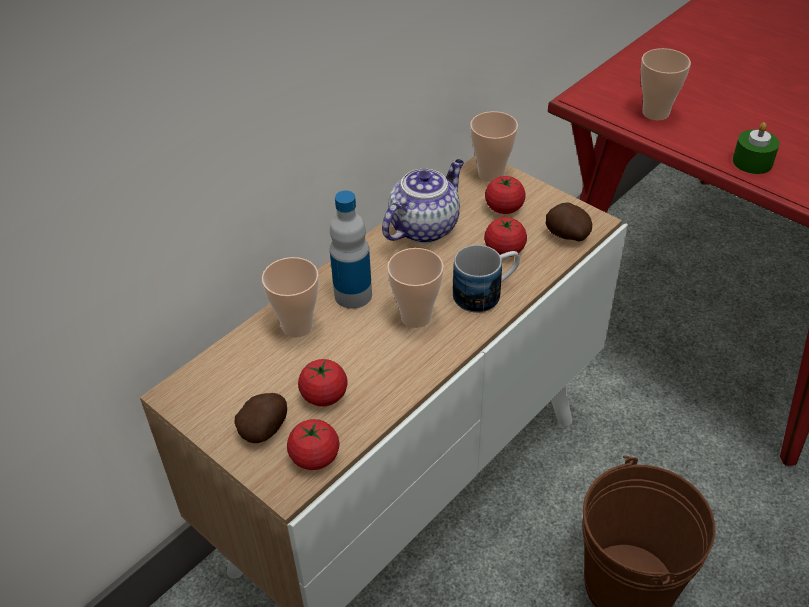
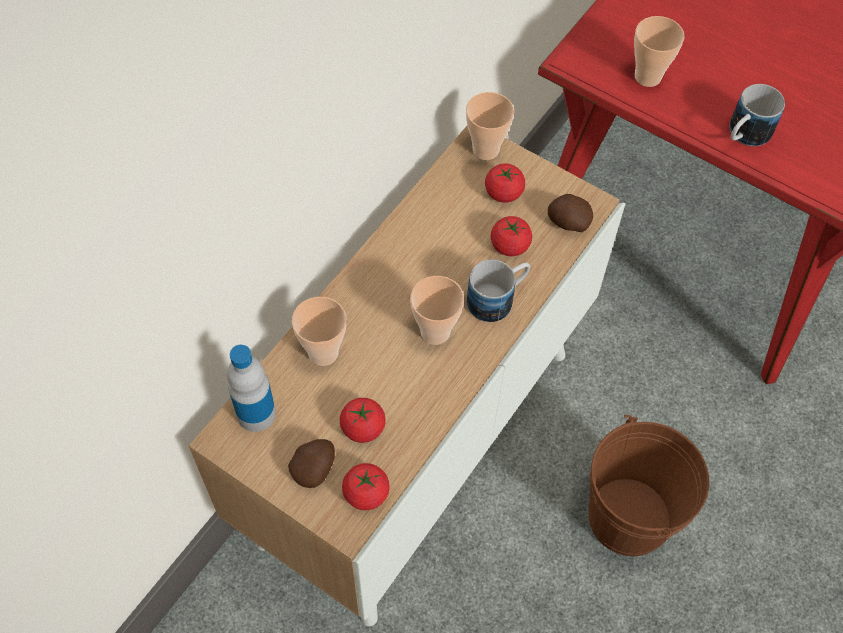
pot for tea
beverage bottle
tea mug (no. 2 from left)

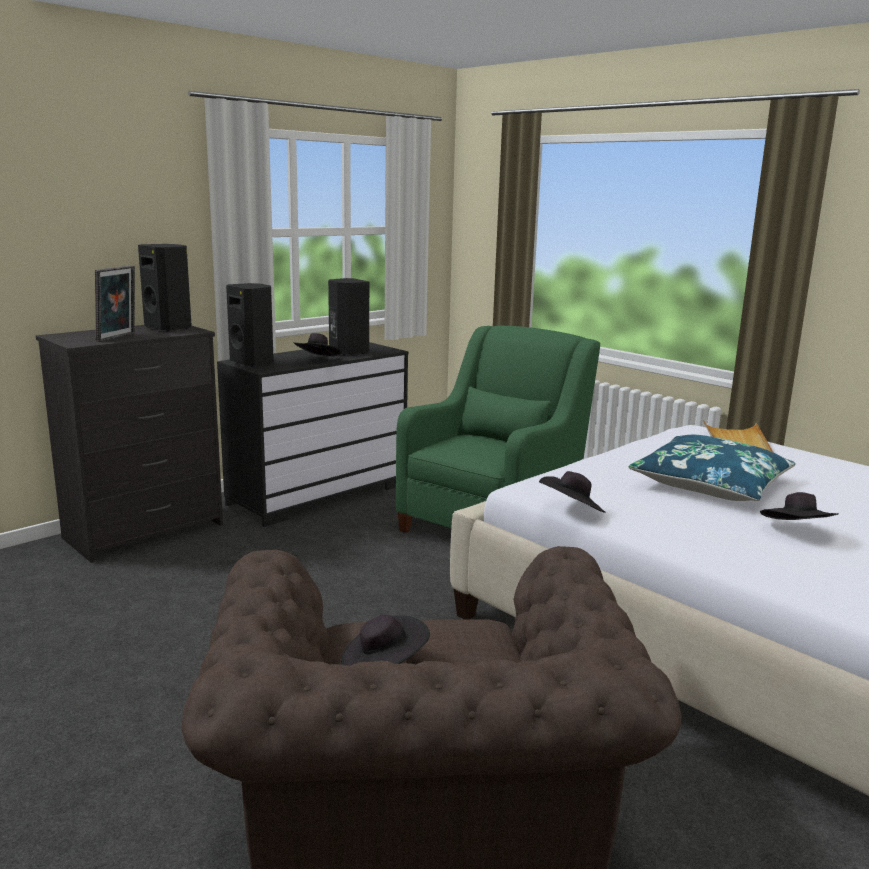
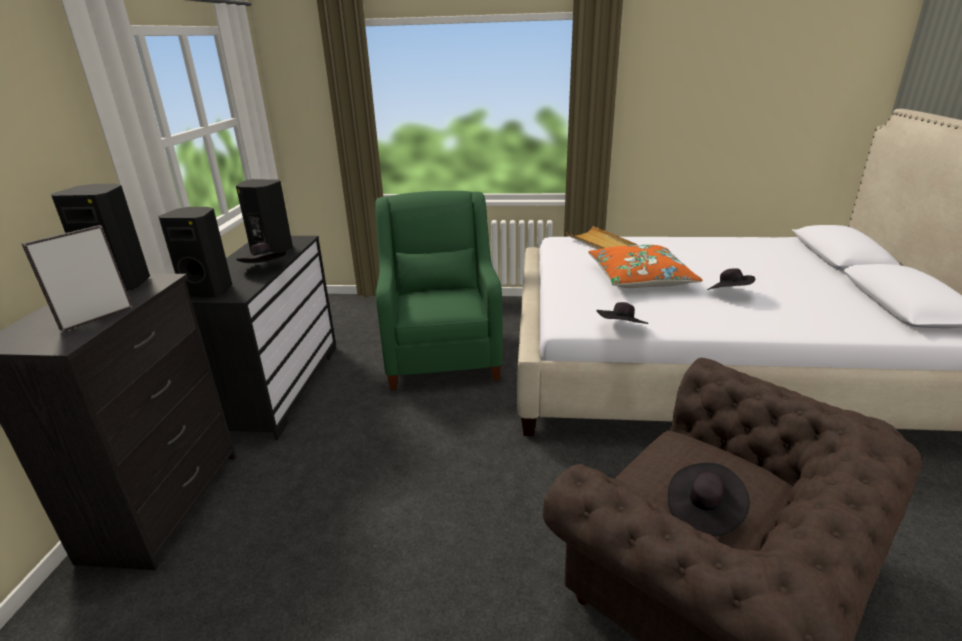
orangey cushion
picture frame

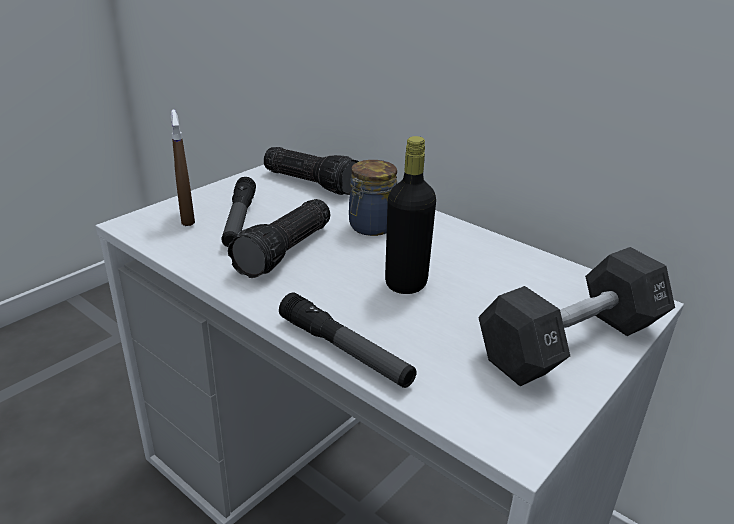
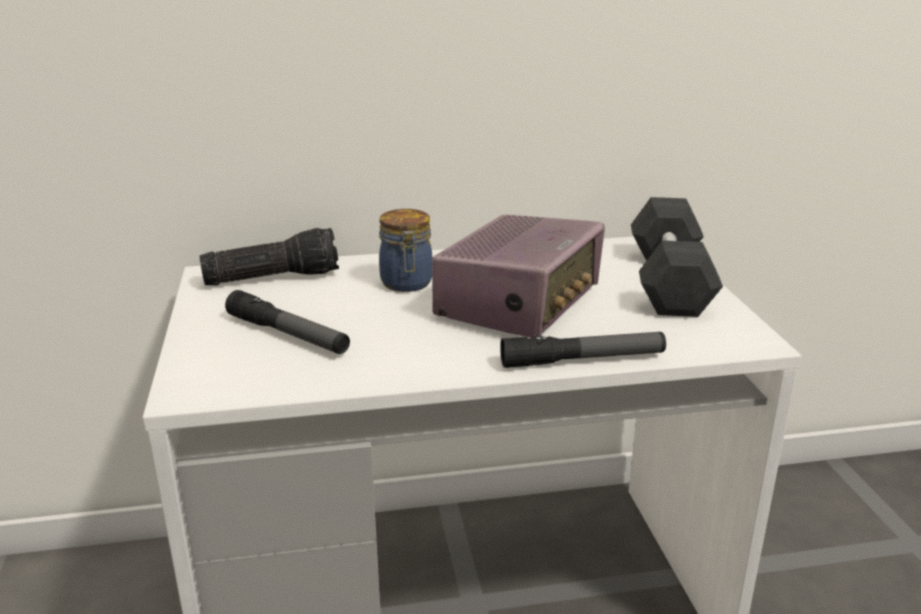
brown spray bottle
flashlight (no. 2 from left in the first image)
radio receiver

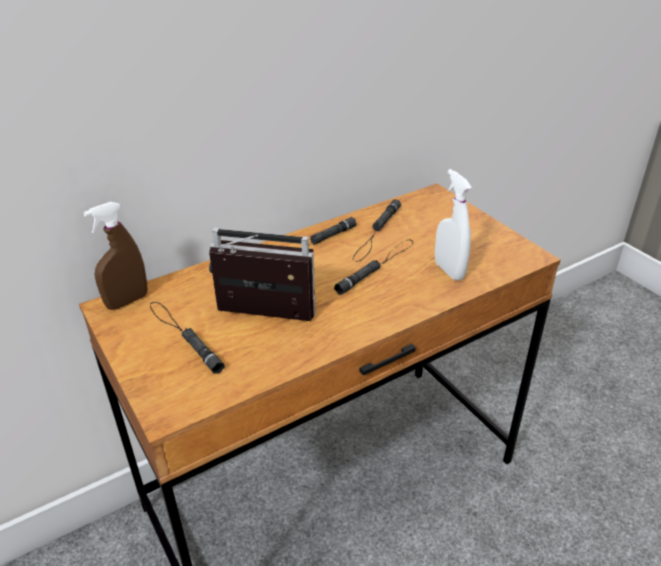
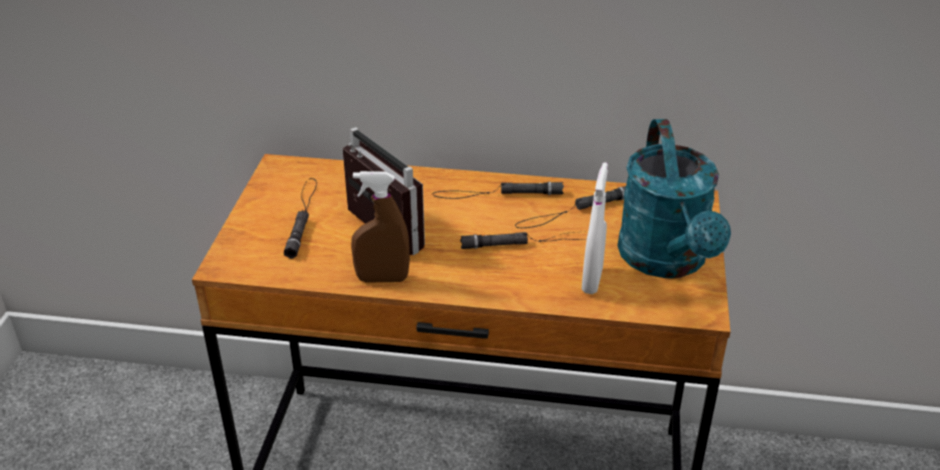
turquoise sprinkling can
brown spray bottle

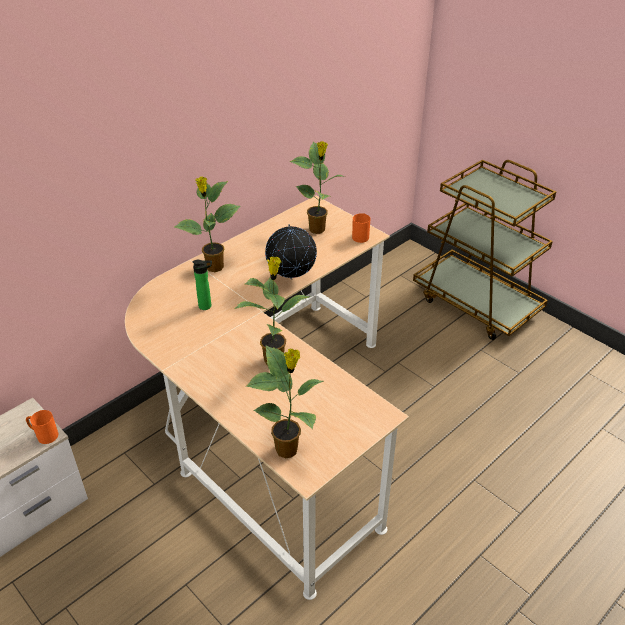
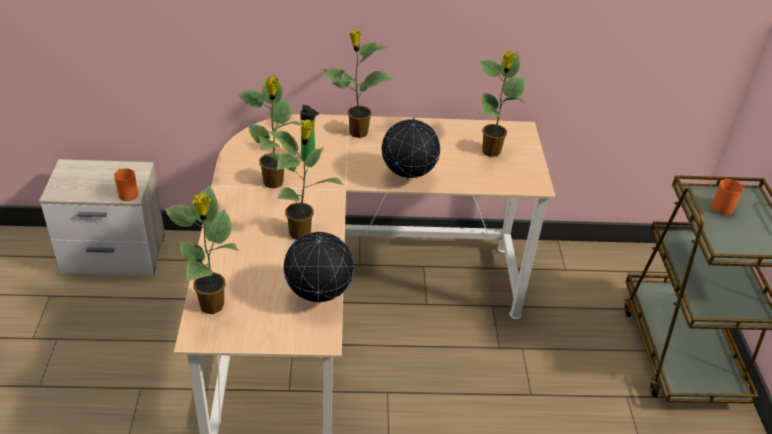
houseplant (no. 2 from left)
globe (no. 1 from left)
orangey tea mug (no. 2 from left)

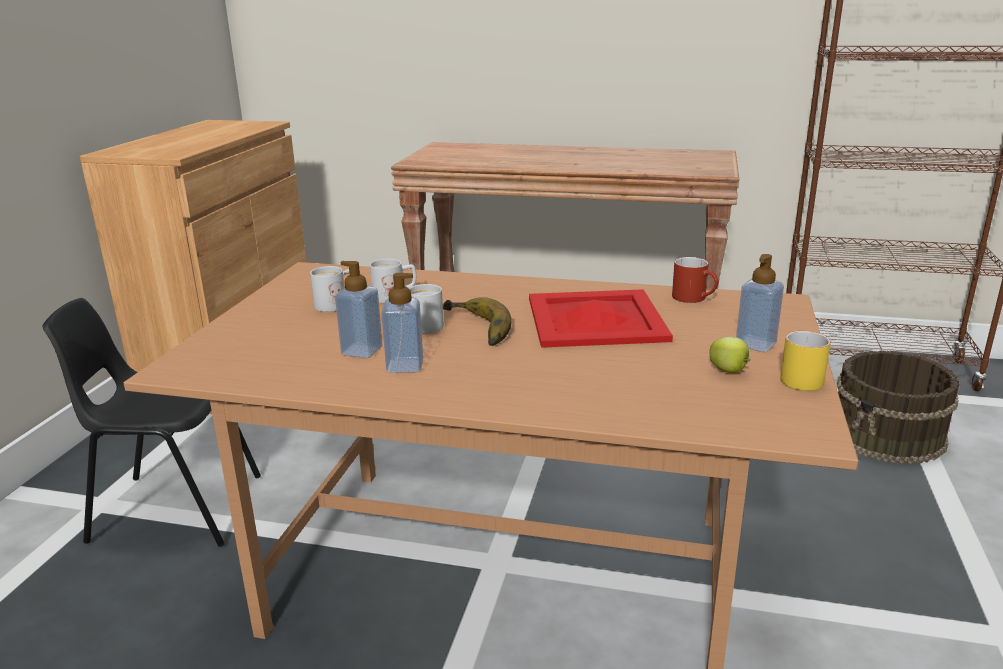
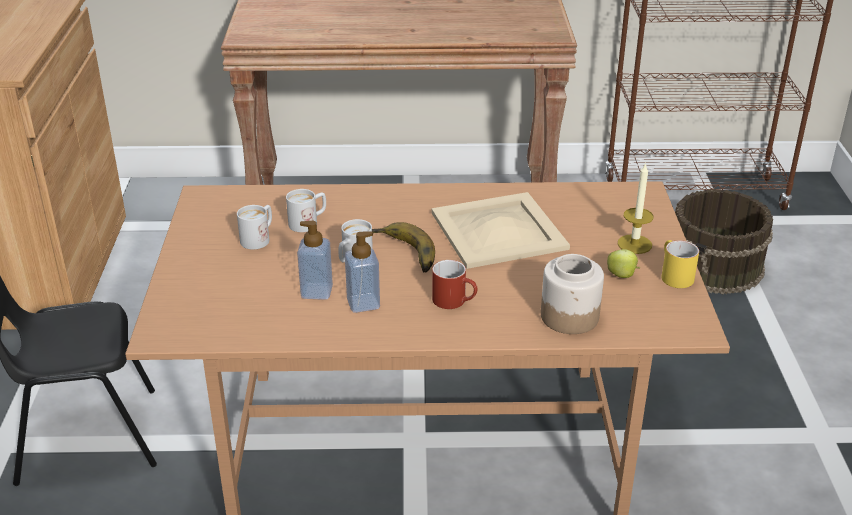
storage jar
red tea mug
wax candle
sand-coloured carrying tray

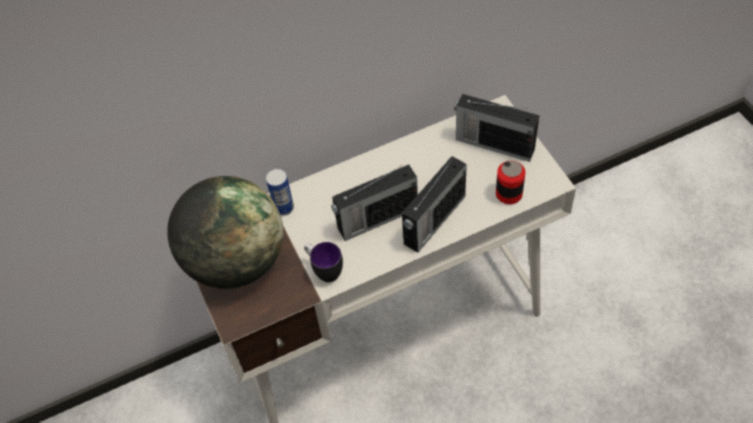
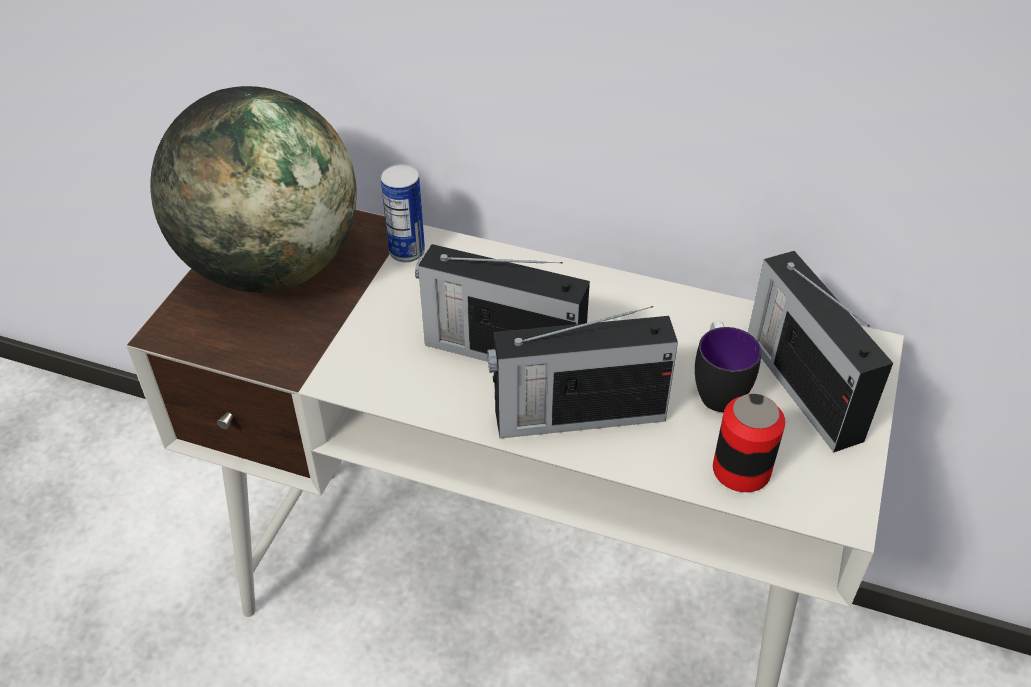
tea mug

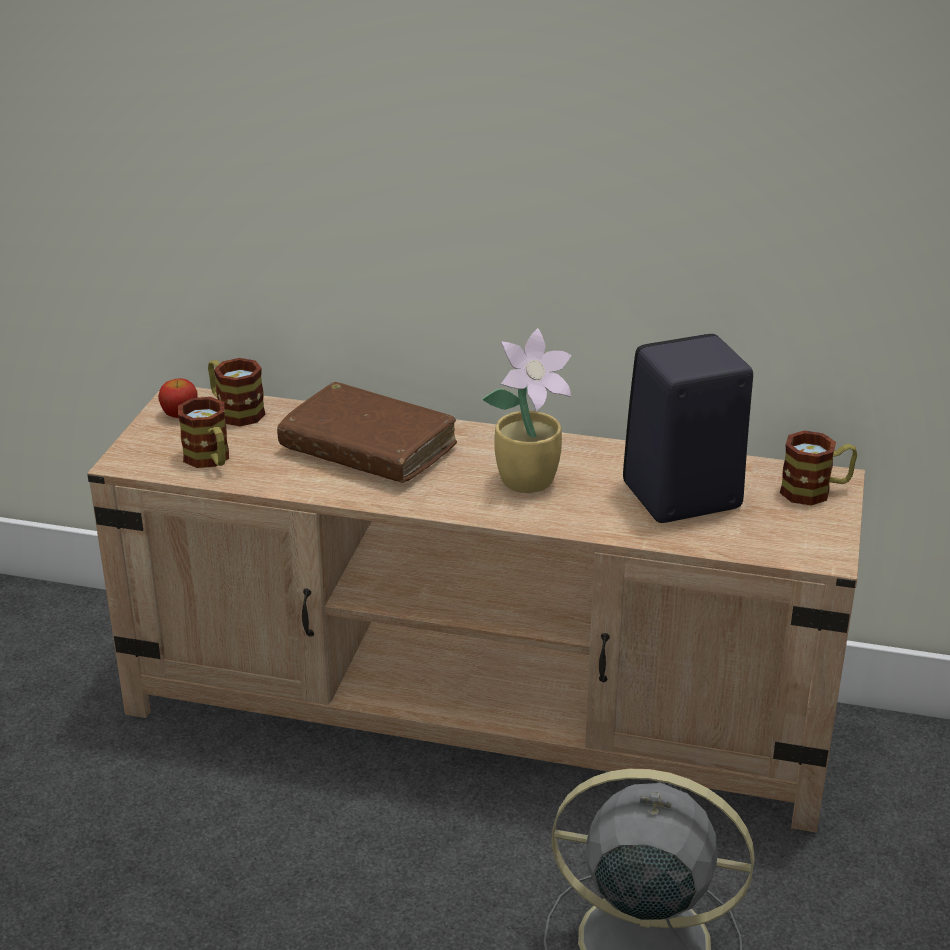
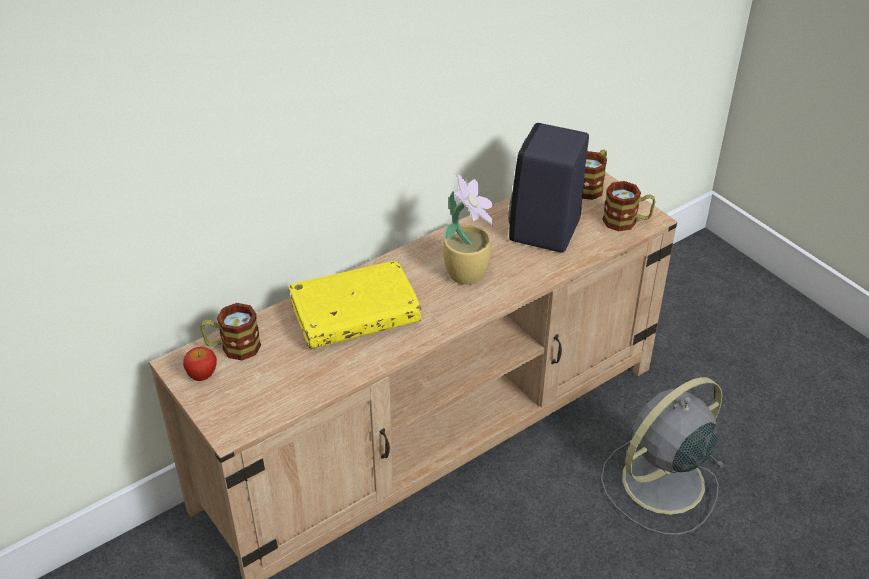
tea mug (no. 3 from left)
yellowish bound book

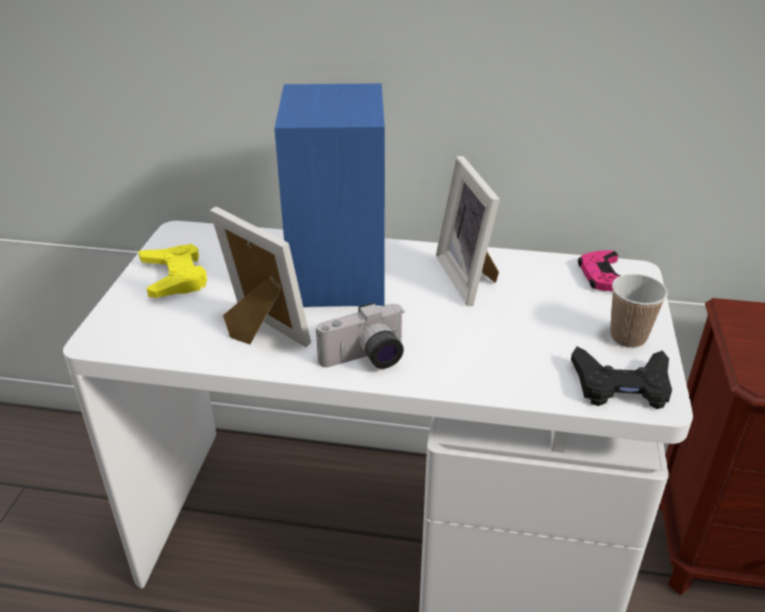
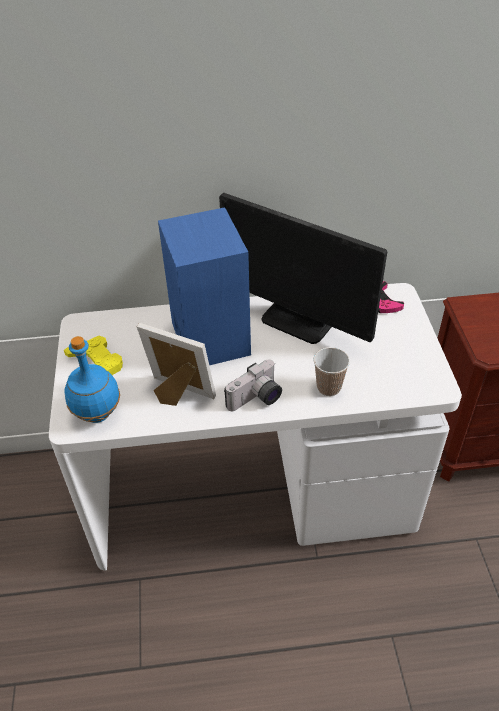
black game controller
blue-coloured beverage bottle
drinking cup
monitor

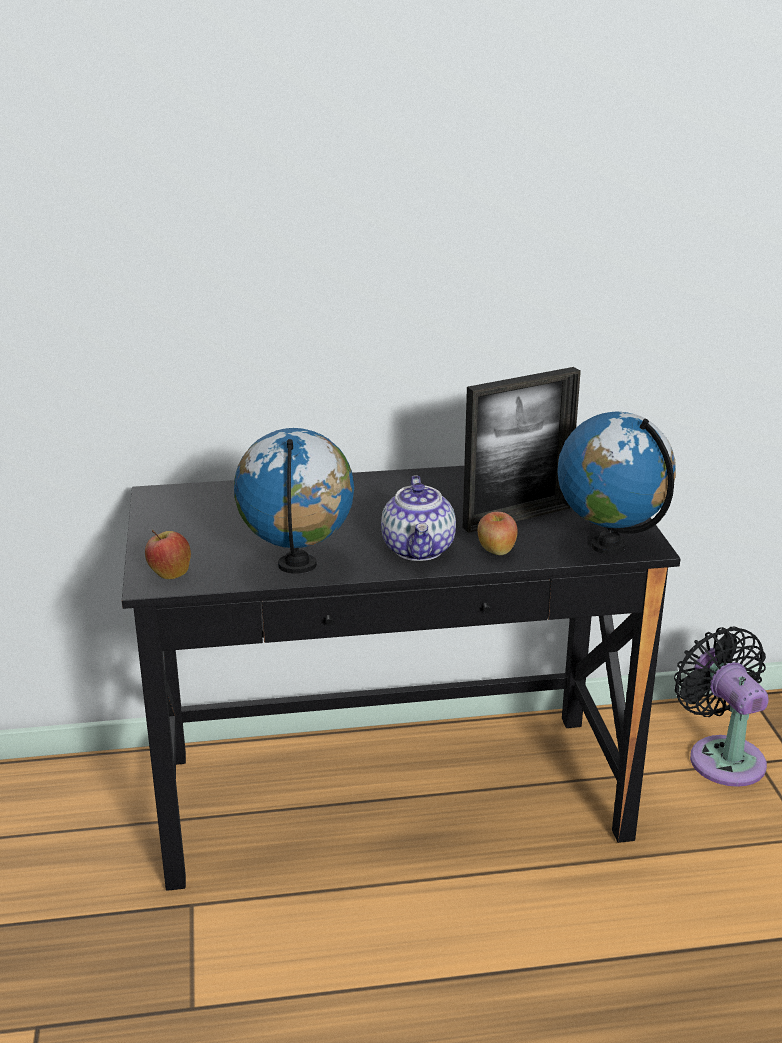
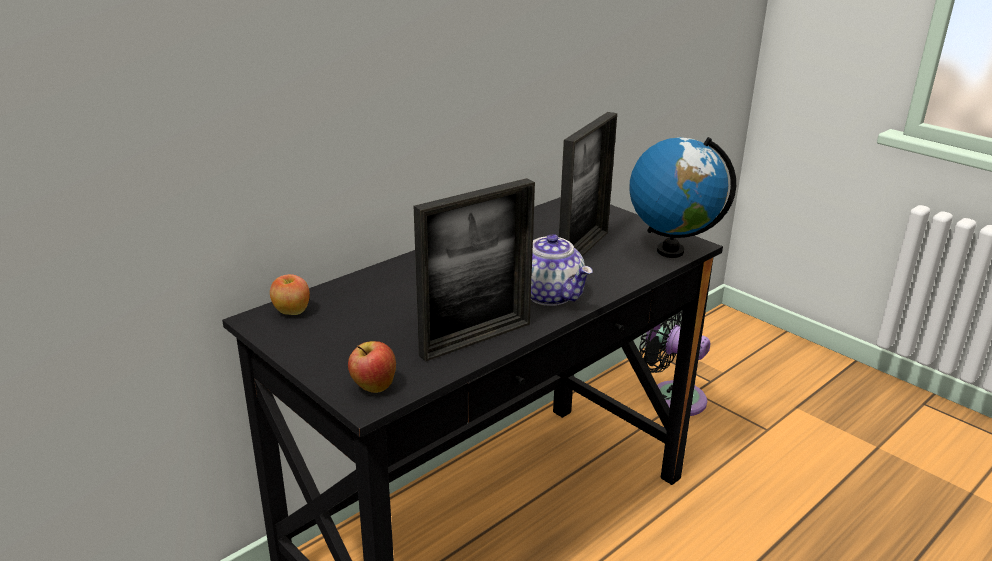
apple (no. 1 from left)
picture frame (no. 1 from left)

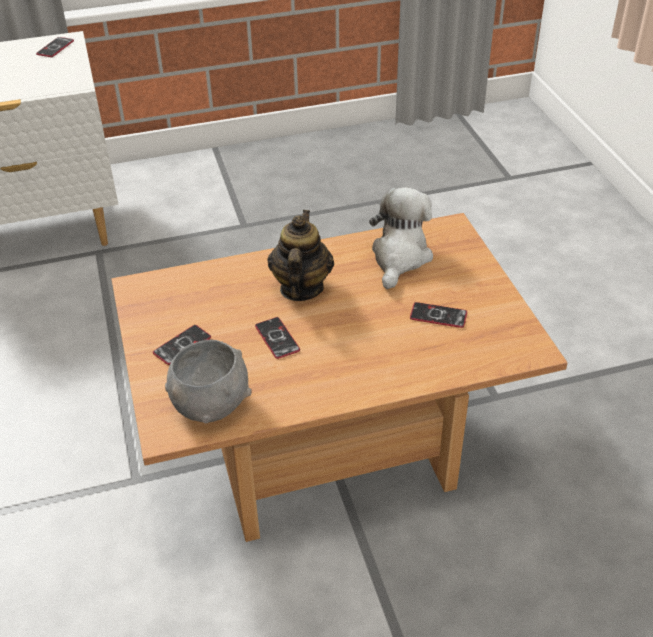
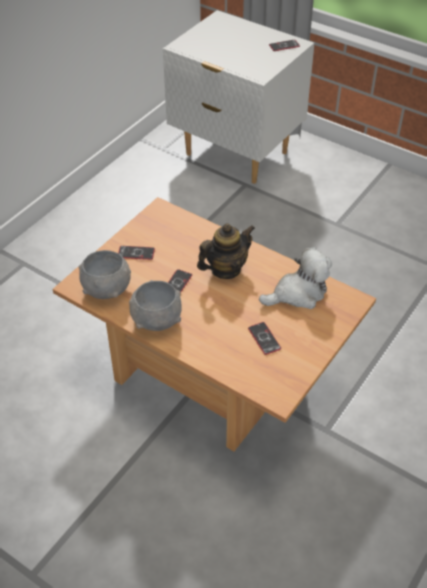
gray bowl (no. 2 from left)

